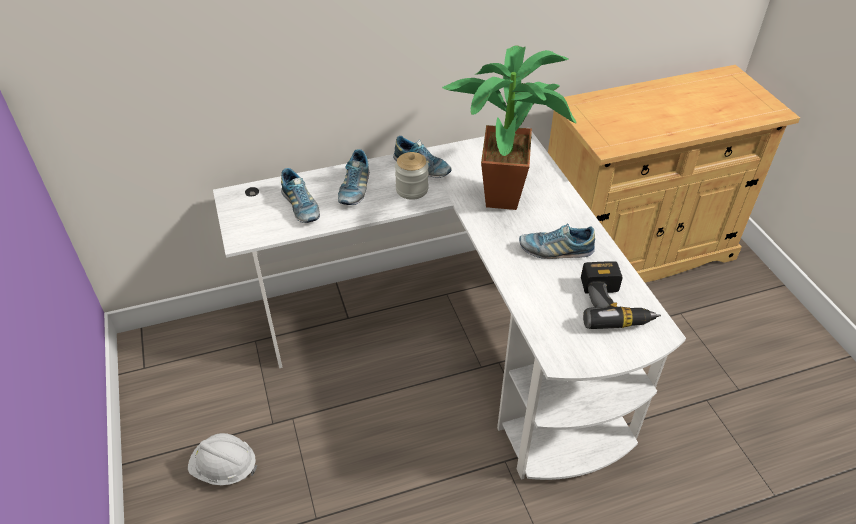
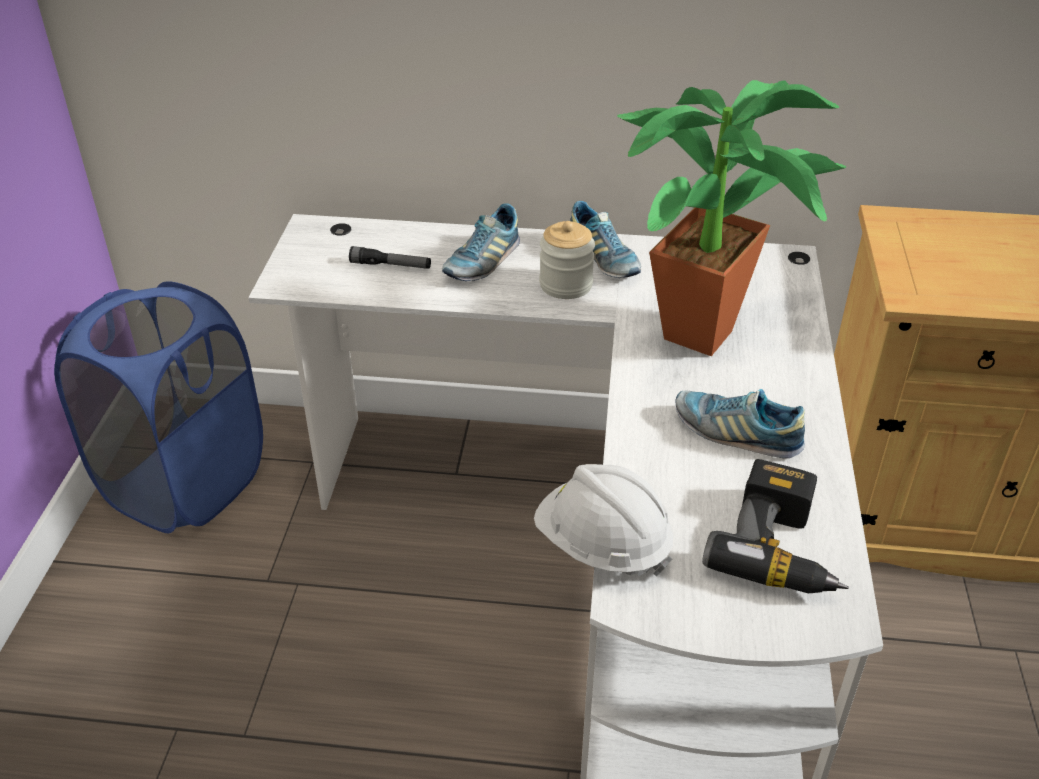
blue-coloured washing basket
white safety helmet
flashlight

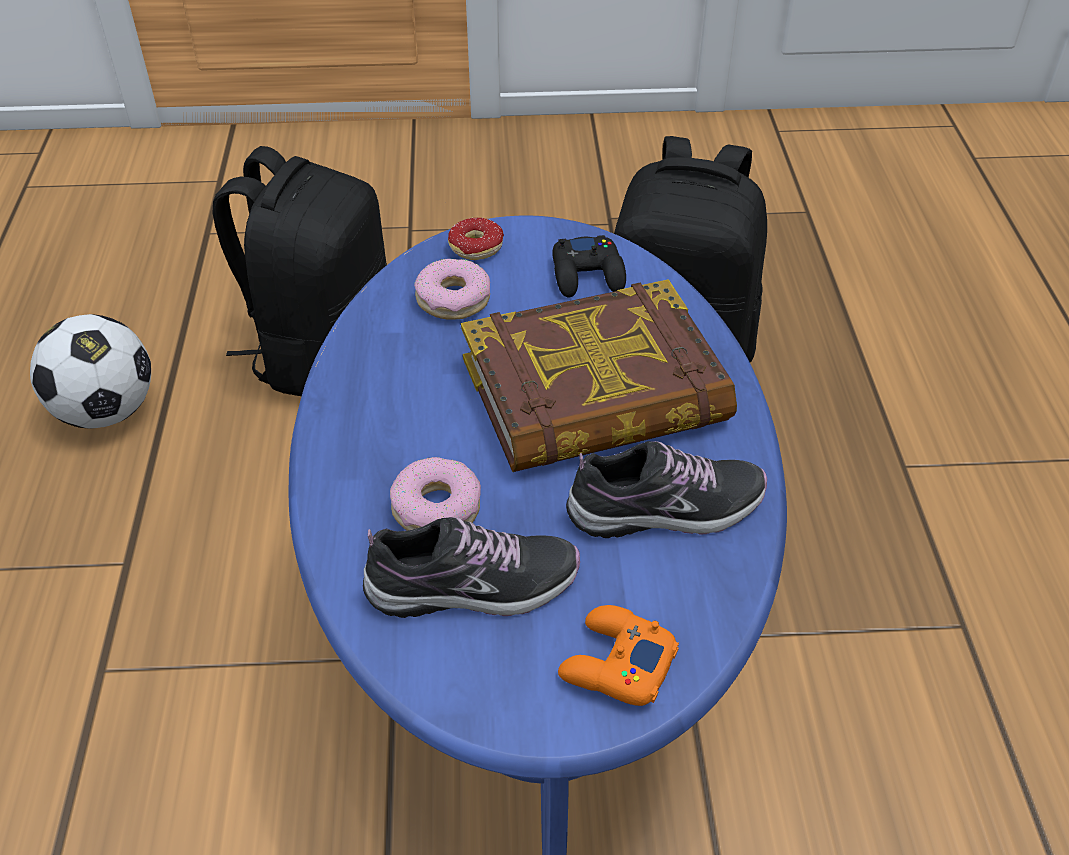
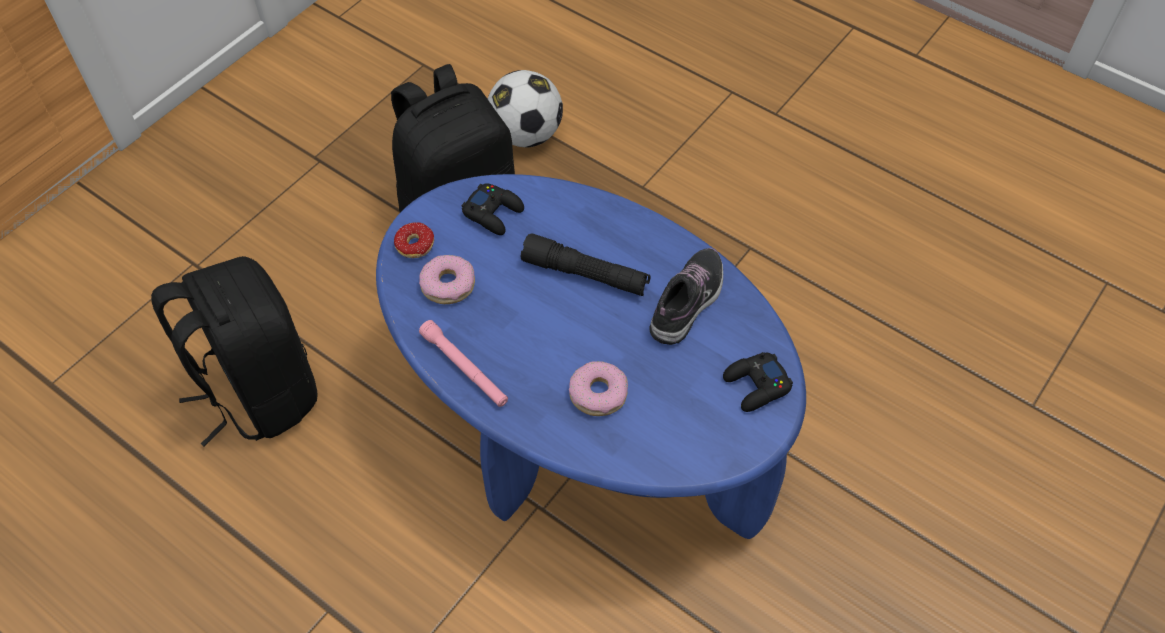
item of footwear (no. 1 from left in the first image)
pinkish flashlight
football
black flashlight
black game controller (no. 2 from left)

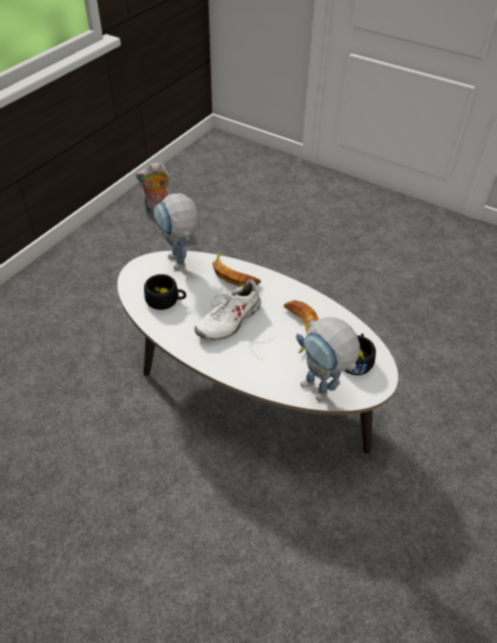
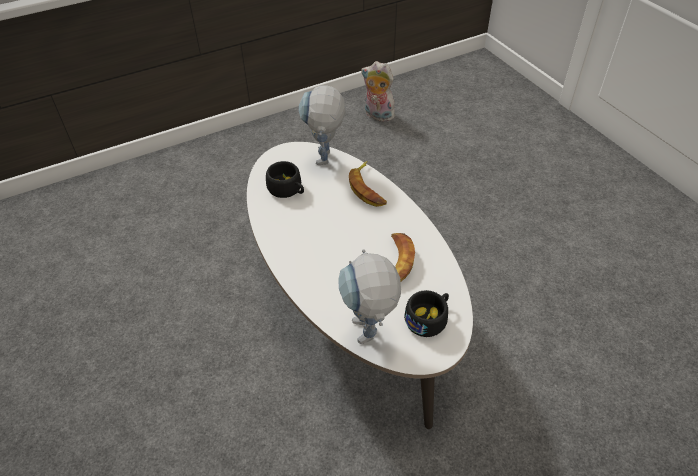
white item of footwear

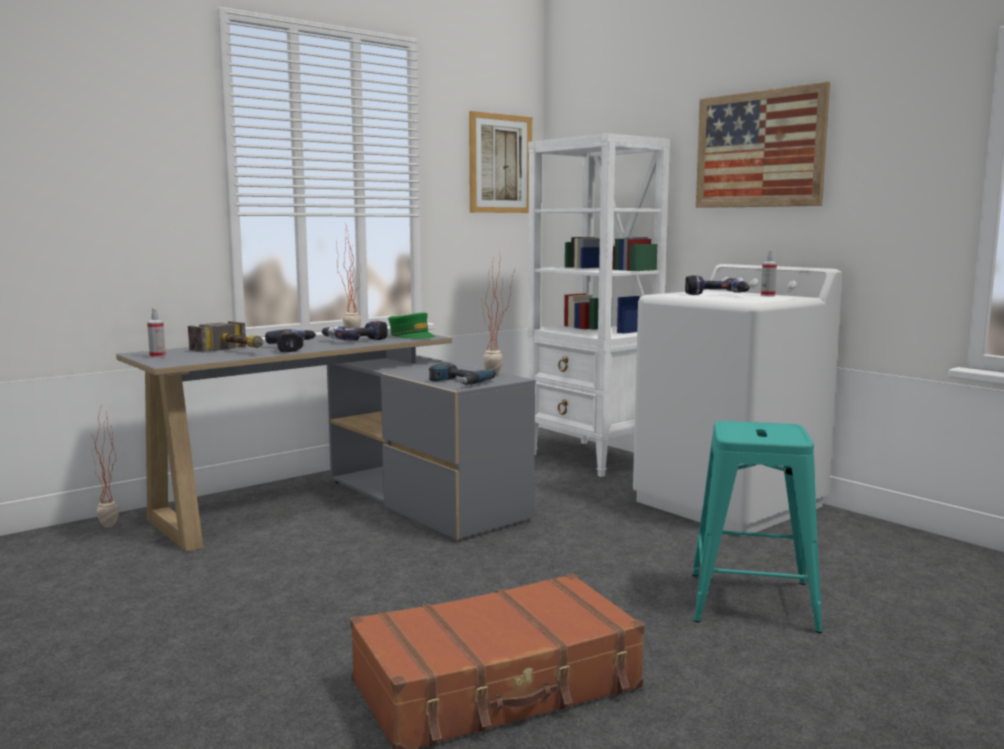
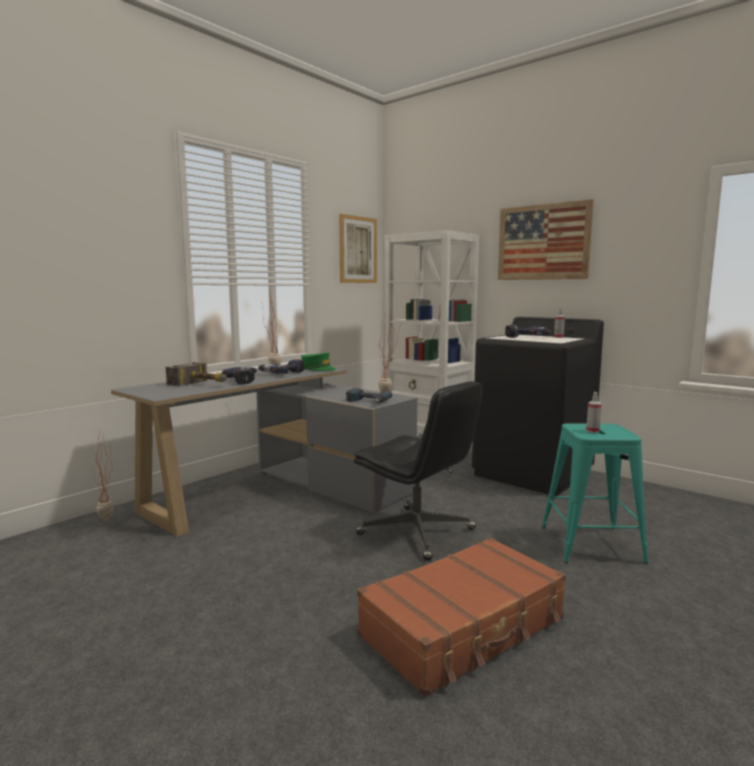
black computer chair
spray bottle (no. 2 from left)
black laundry appliance

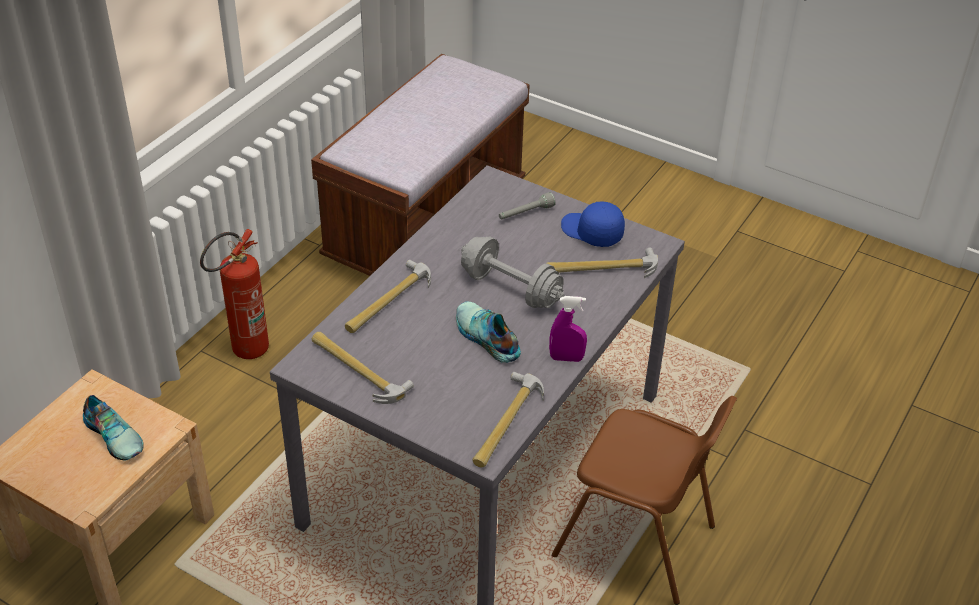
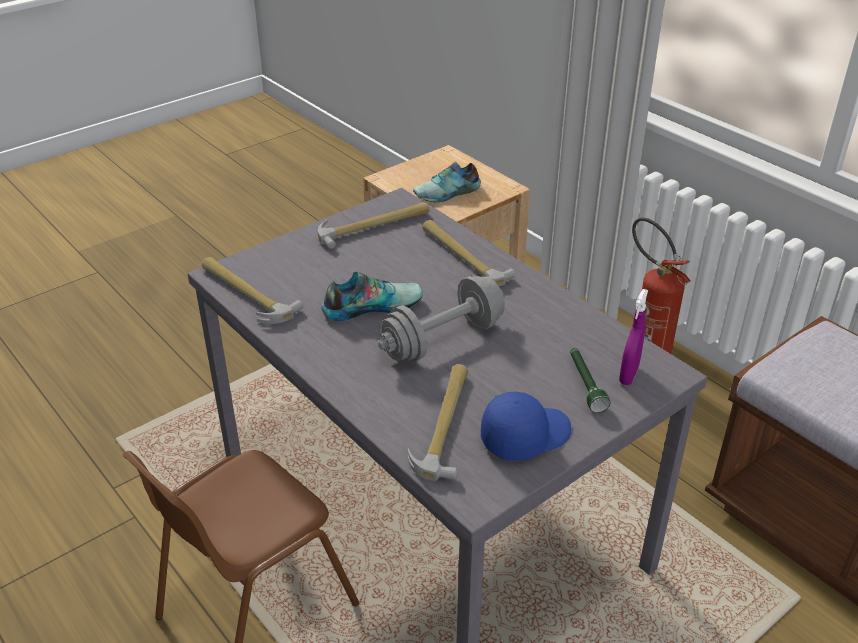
purplish spray bottle
green-coloured flashlight

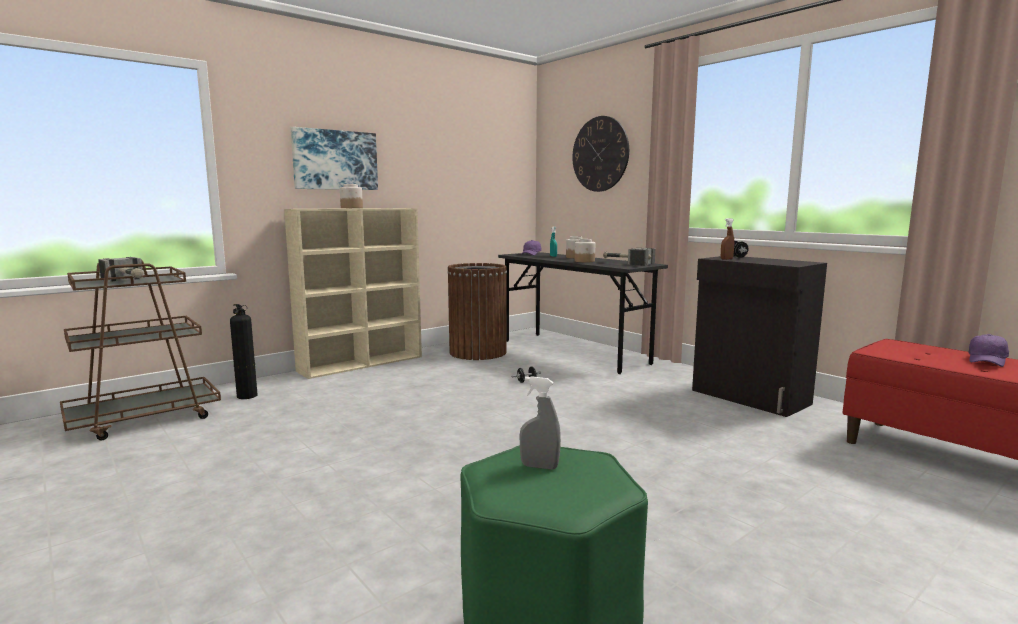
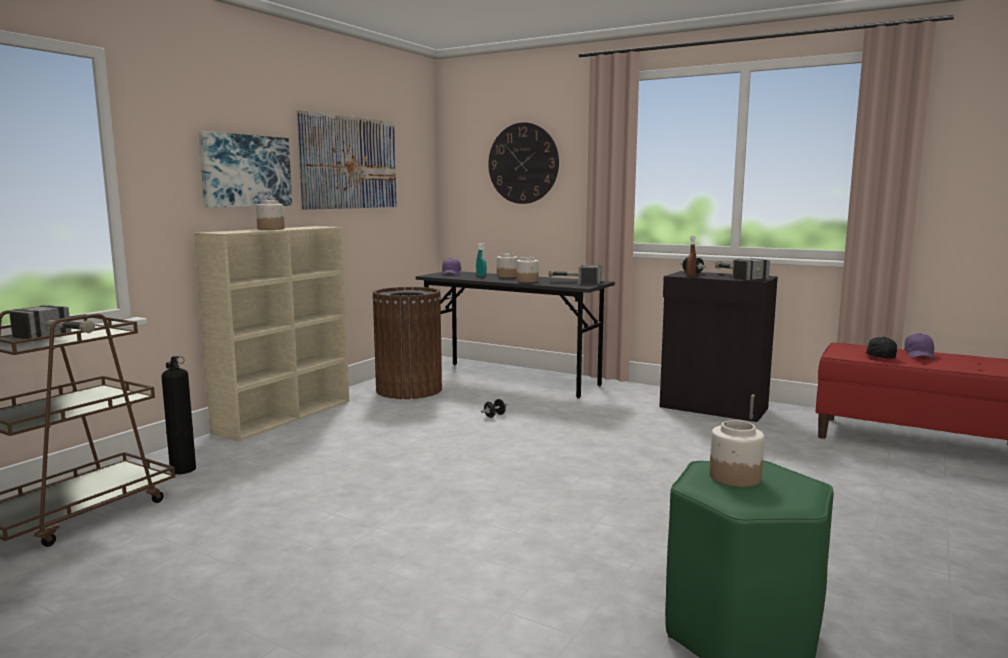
picture (no. 2 from left)
hammer (no. 3 from left)
black baseball cap
storage jar (no. 4 from left)

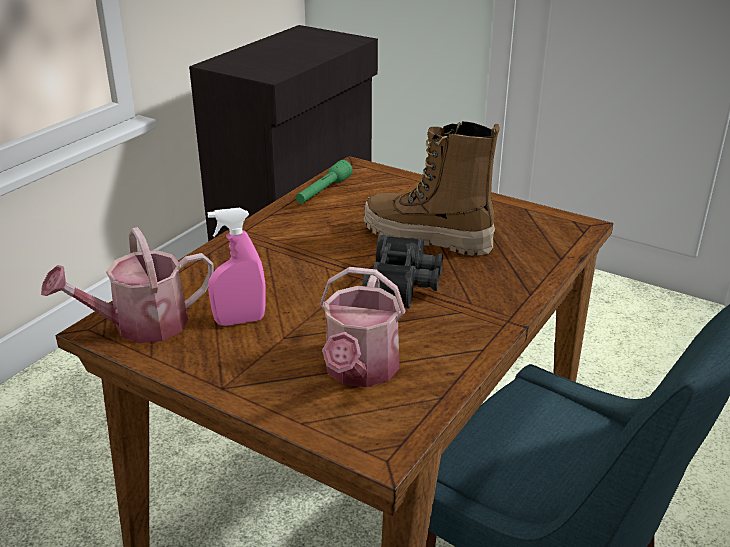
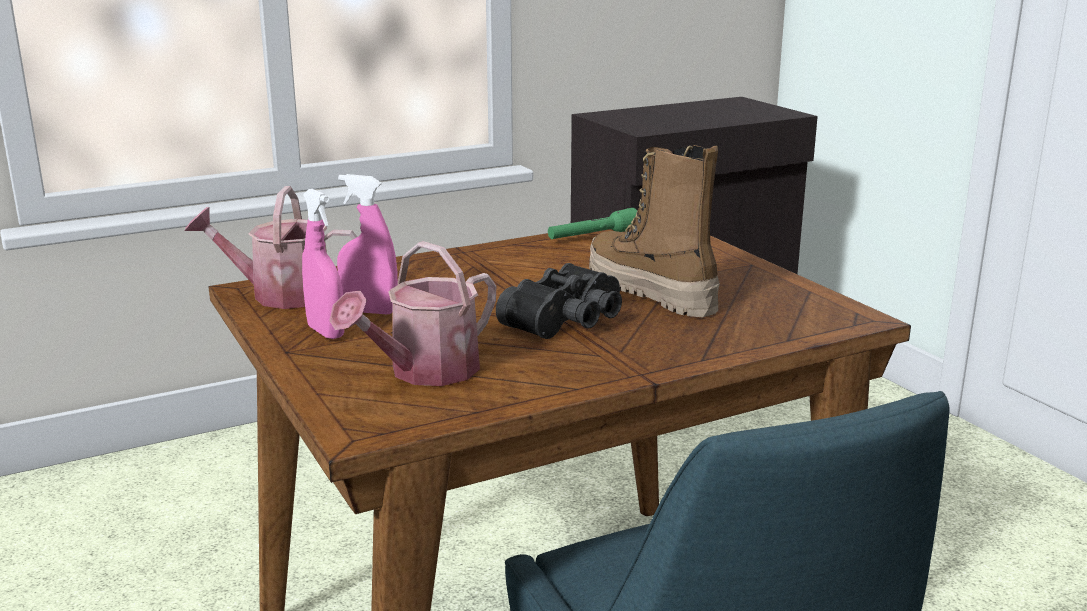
pinkish spray bottle (no. 1 from left)

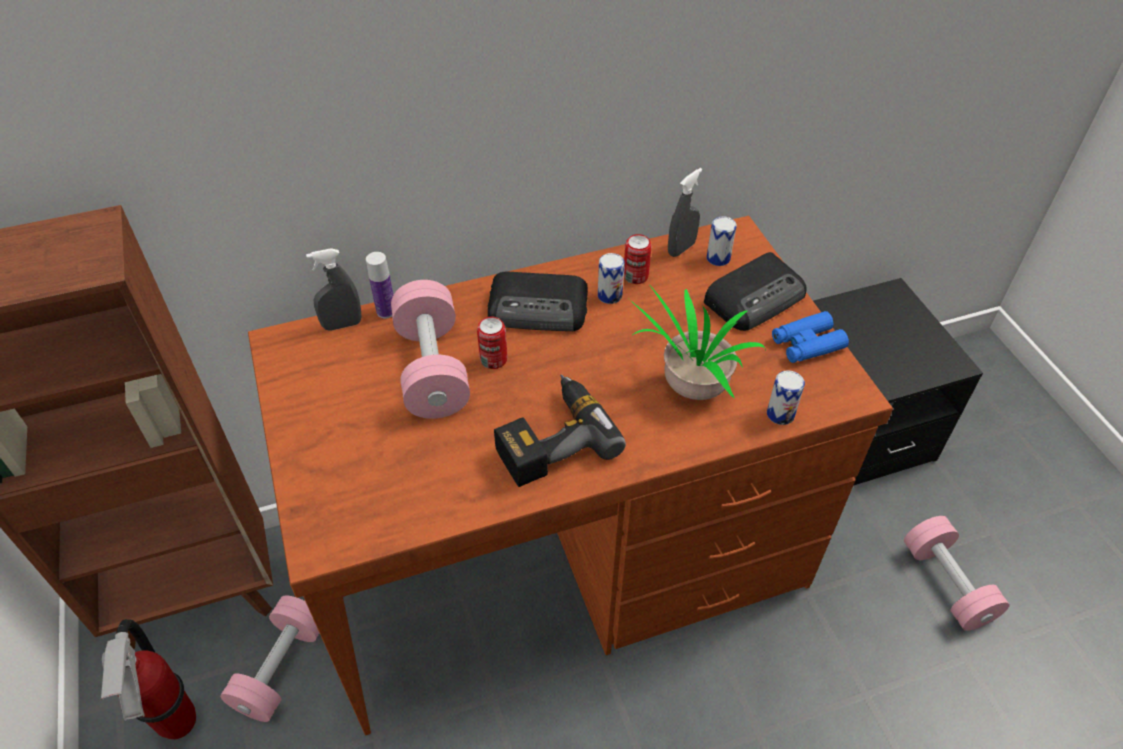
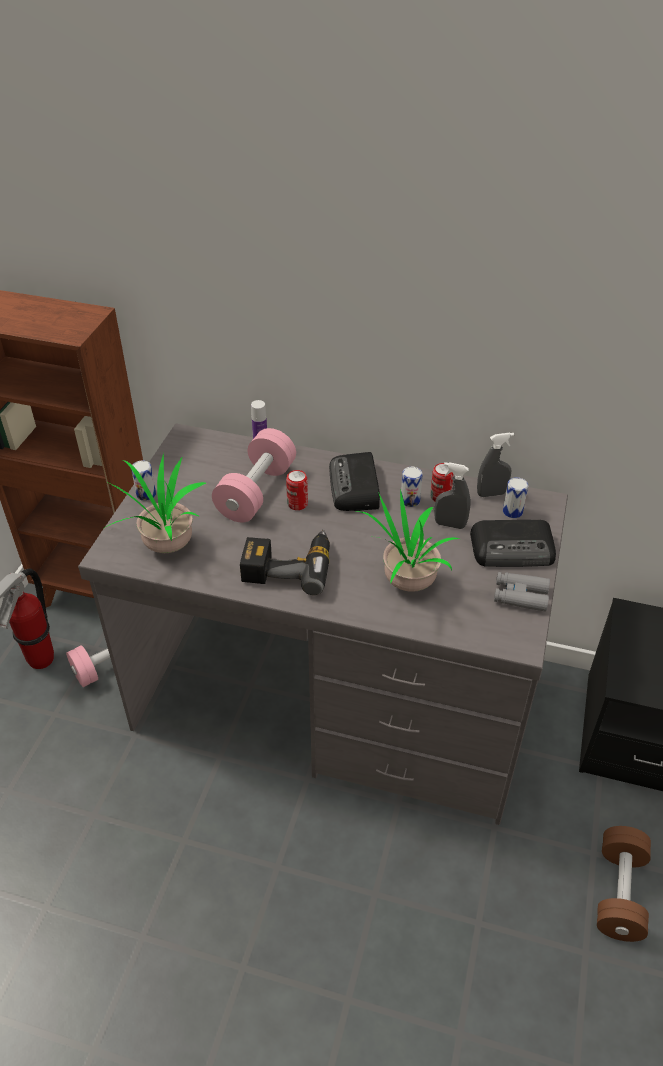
houseplant (no. 1 from left)
gray spray bottle (no. 1 from left)
metal can (no. 1 from left)
gray desk
gray binoculars
brown dumbbell
radio receiver (no. 1 from left)

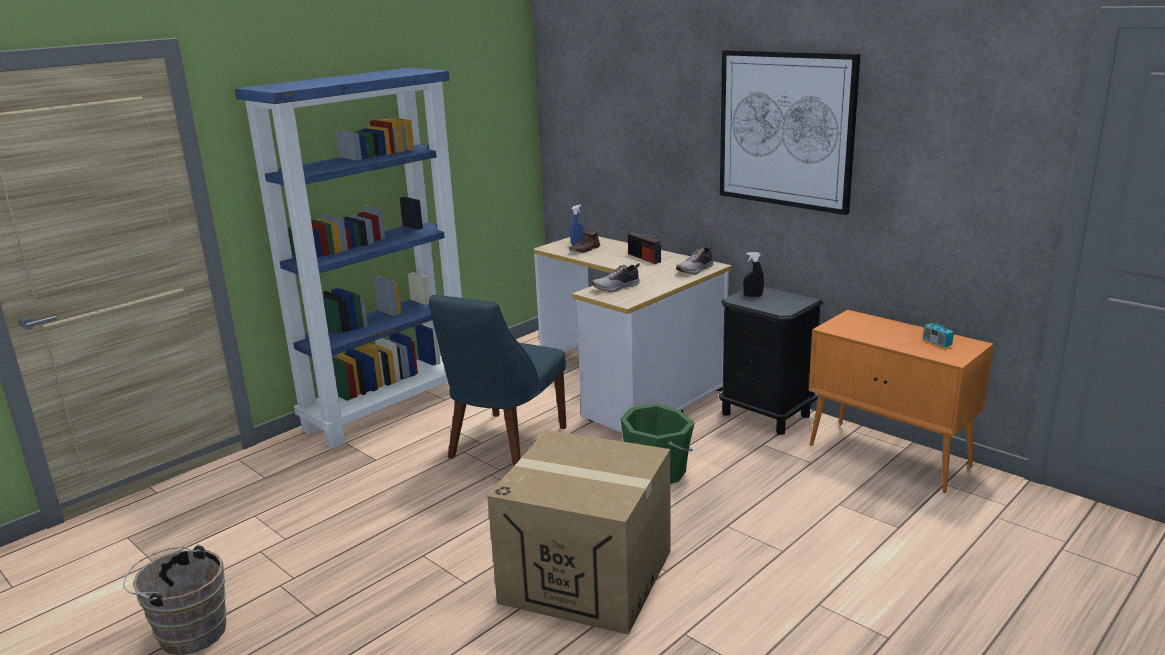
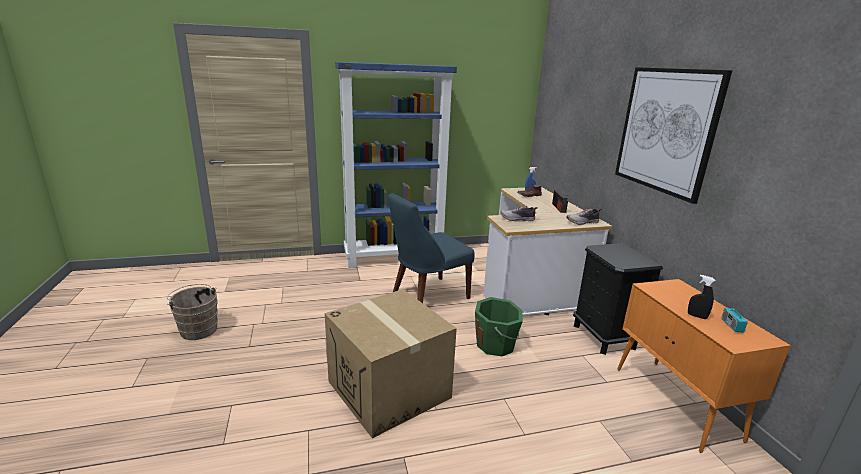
black spray bottle

